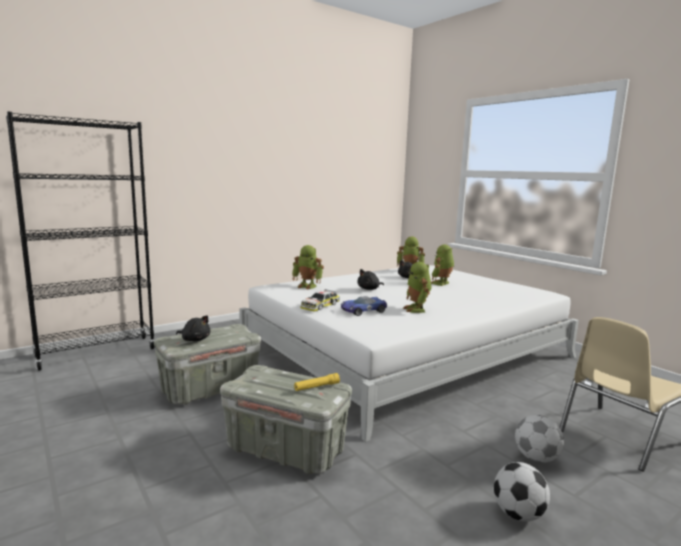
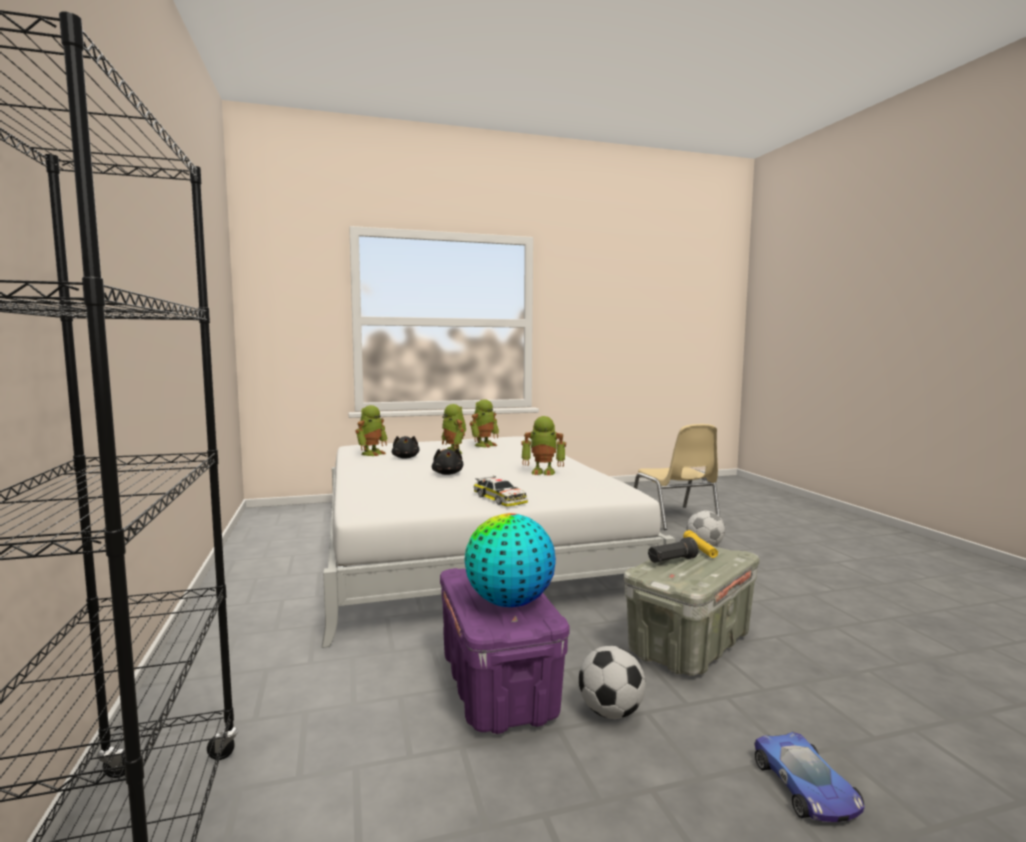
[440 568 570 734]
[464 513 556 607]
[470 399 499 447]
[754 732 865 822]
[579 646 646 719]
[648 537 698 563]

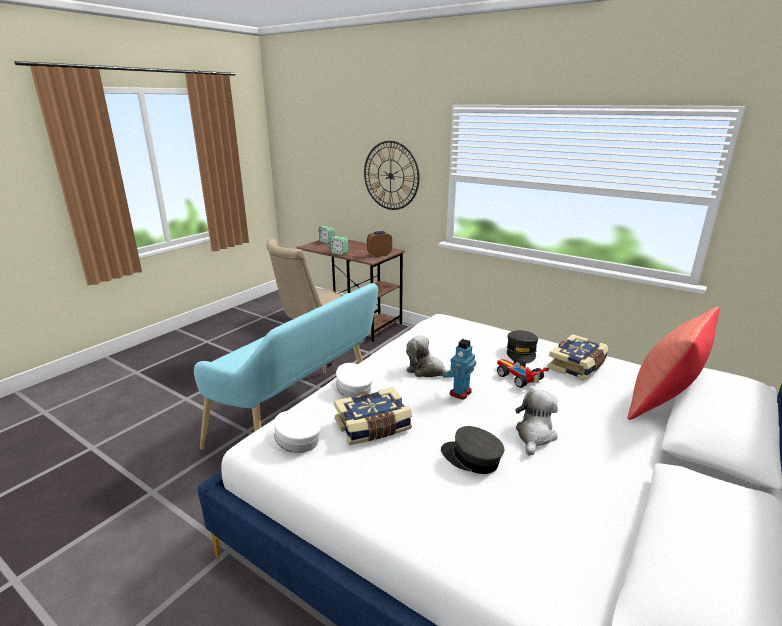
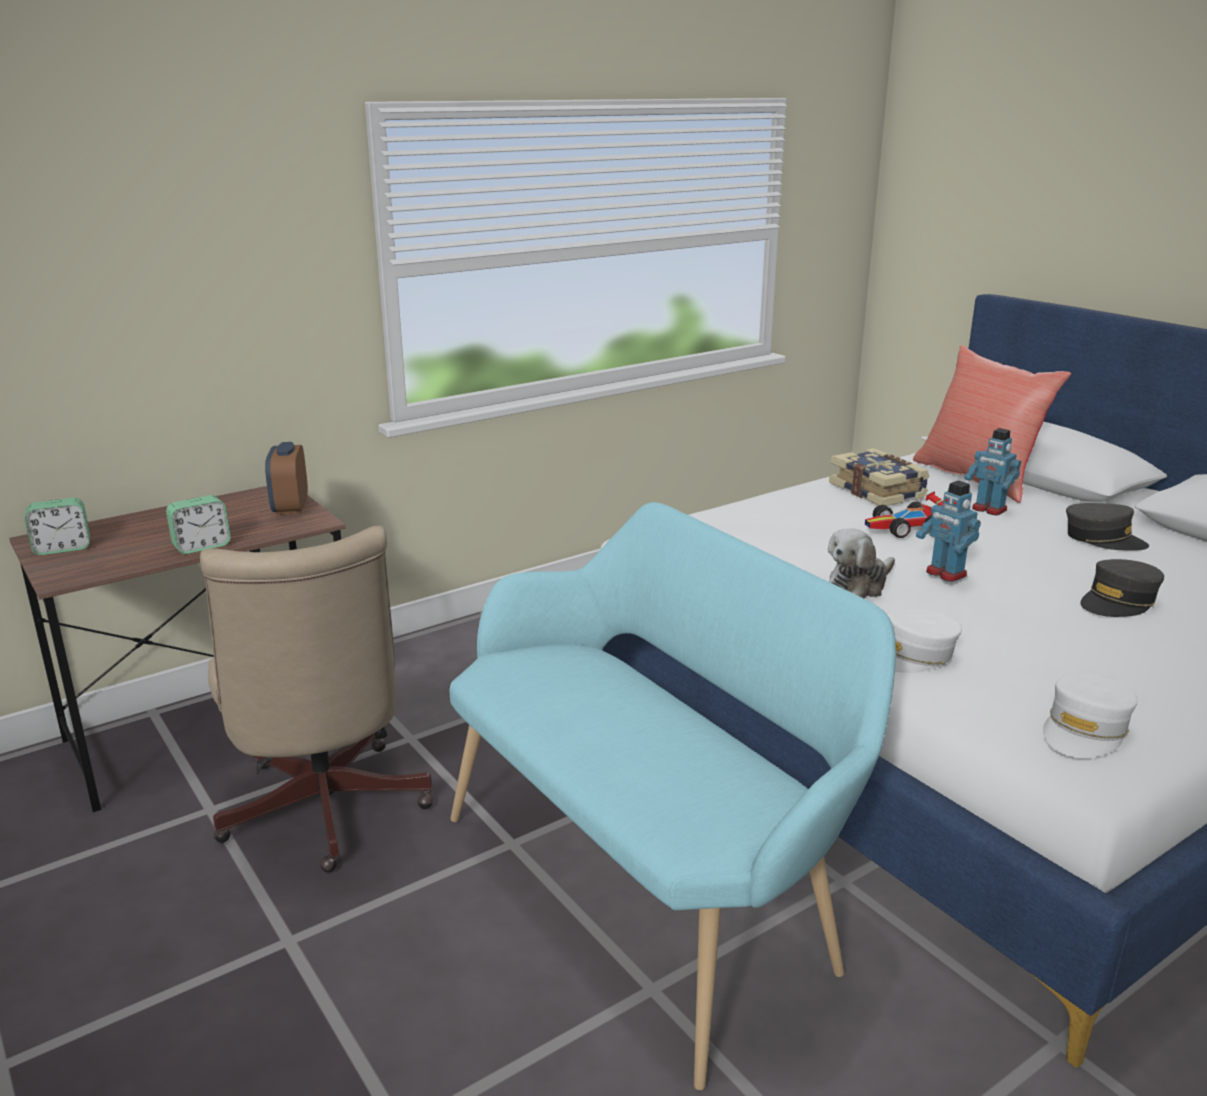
[334 387 412 445] (first image)
[364 141 419 210] (first image)
[1066 503 1149 551]
[515 390 558 456] (first image)
[965 428 1021 515]

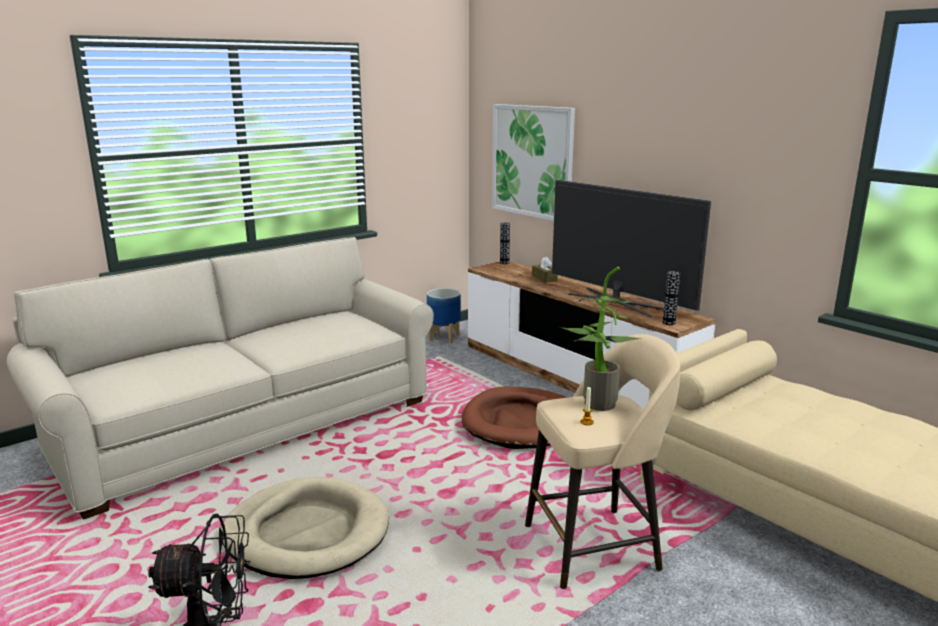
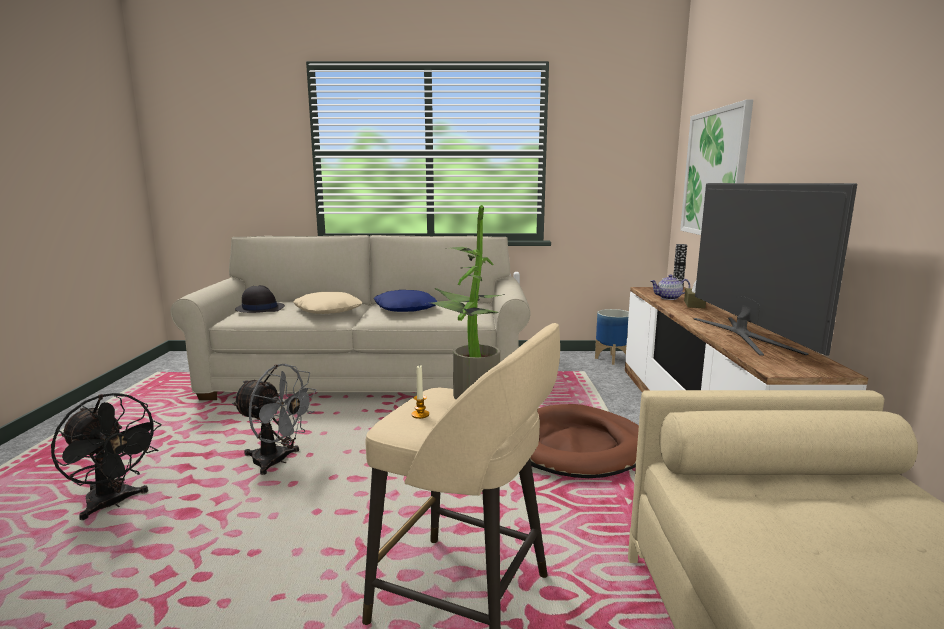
[232 364 317 475]
[663 271 680 325] (first image)
[235 285 285 313]
[293 292 362 314]
[374 290 438 312]
[651 274 690 300]

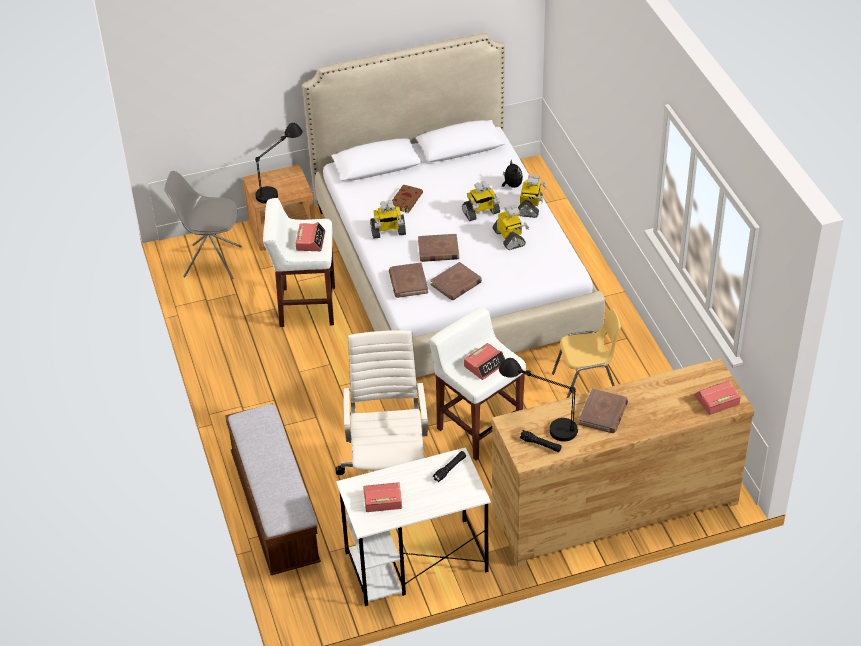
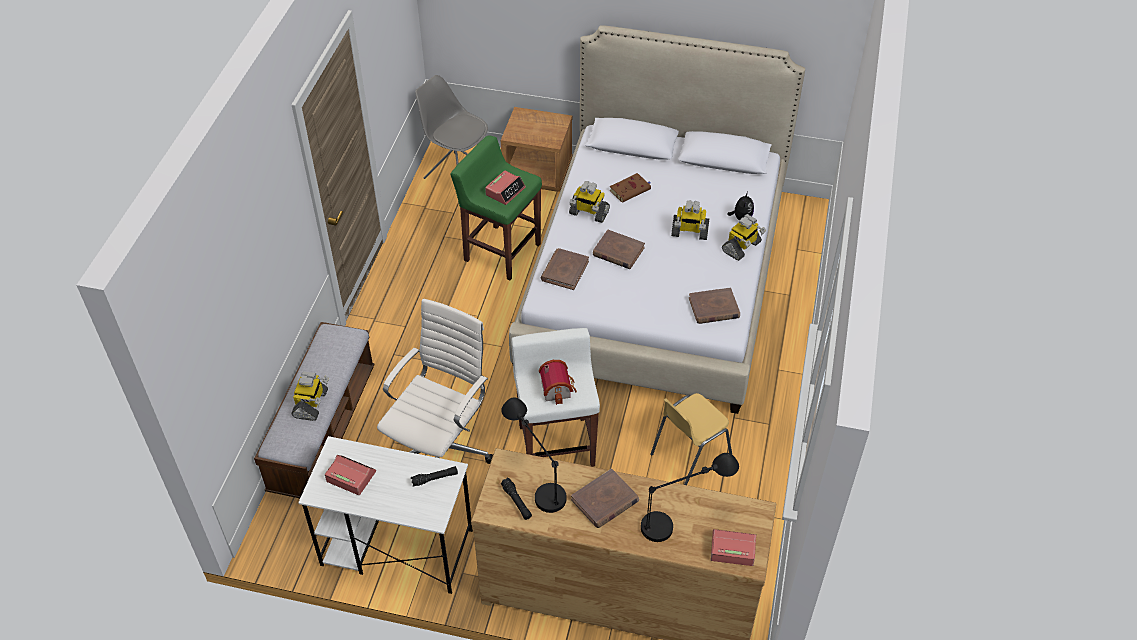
[641 453 739 542]
[451 135 542 280]
[689 288 740 324]
[539 360 577 405]
[292 371 329 421]
[650 393 732 485]

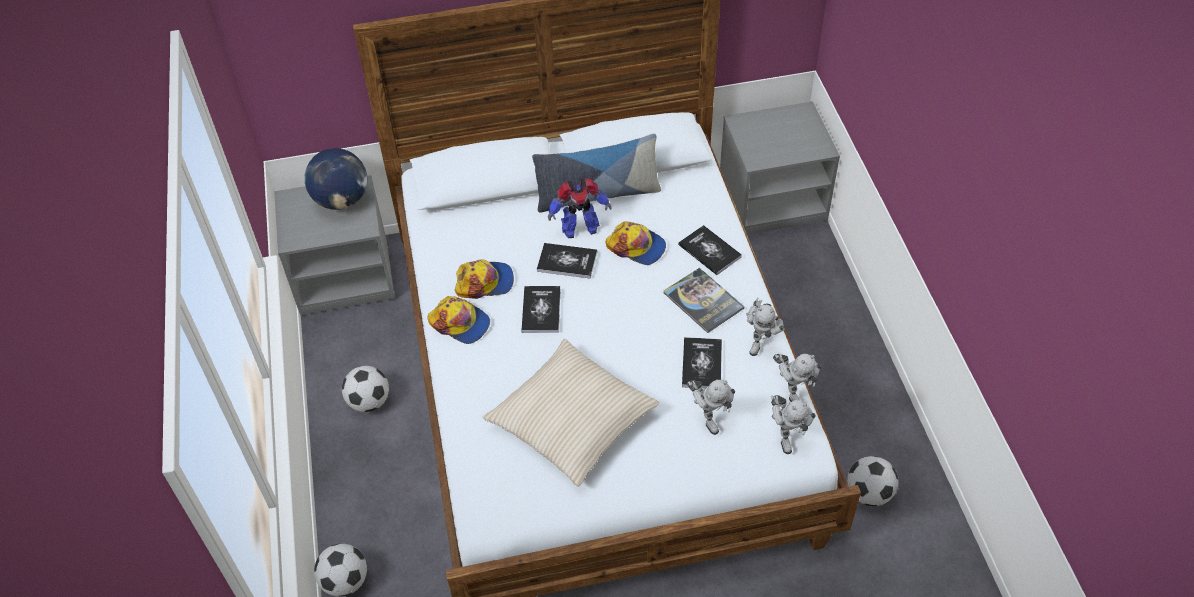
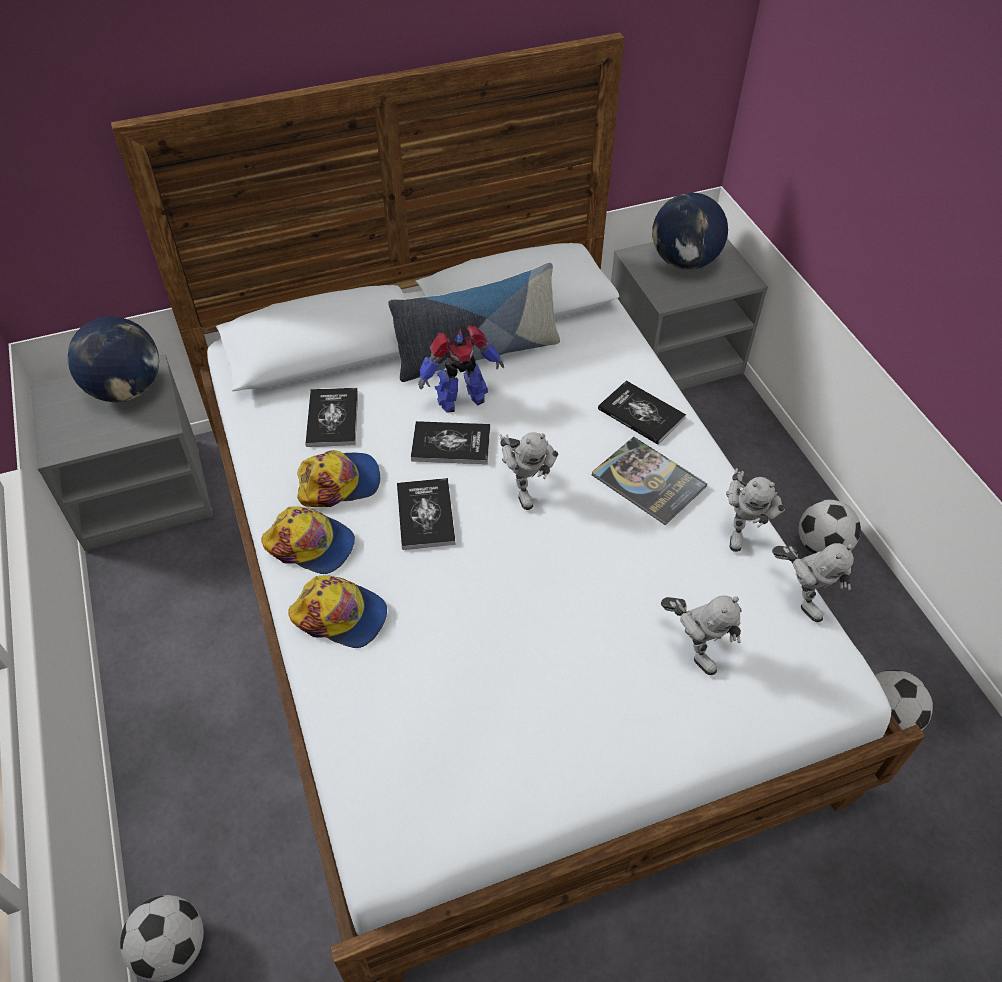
[799 500 861 554]
[482 339 659 487] (first image)
[288 576 387 648]
[305 388 358 447]
[499 432 559 510]
[652 193 728 270]

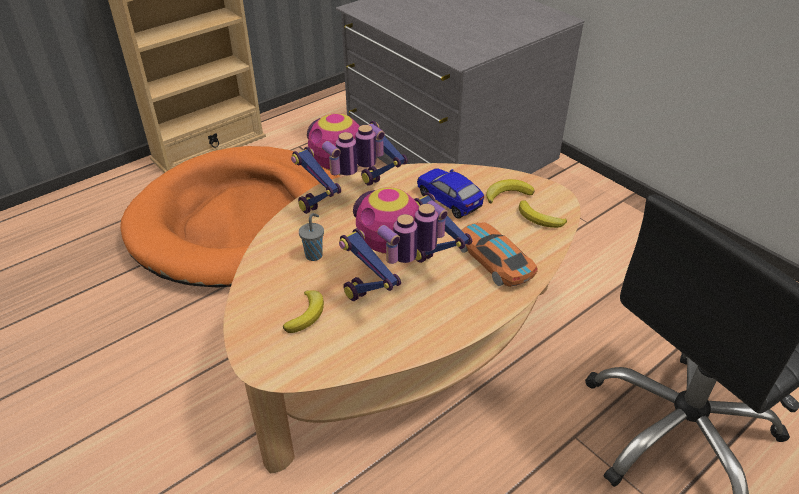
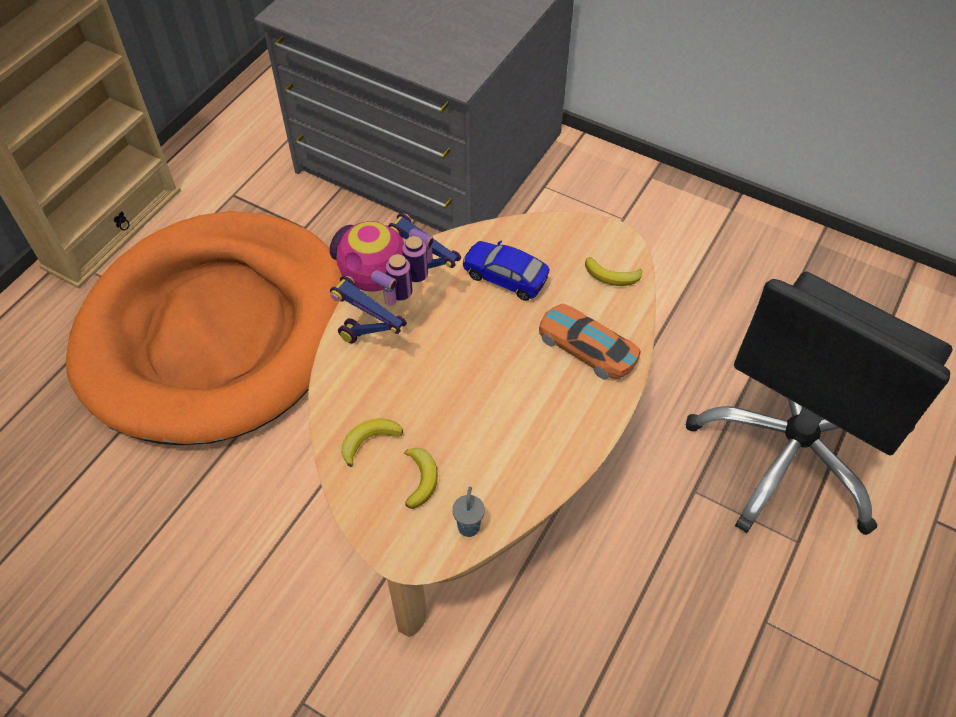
[452 486 485 537]
[339 187 472 301] (first image)
[342 419 403 467]

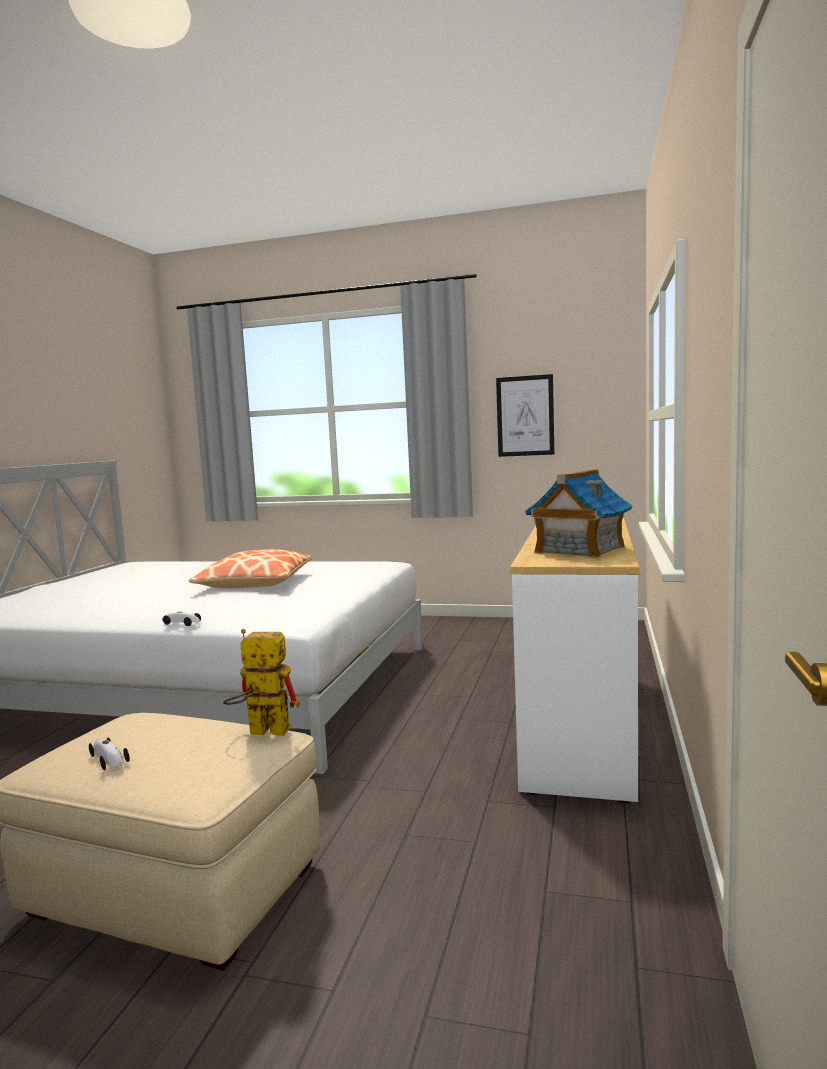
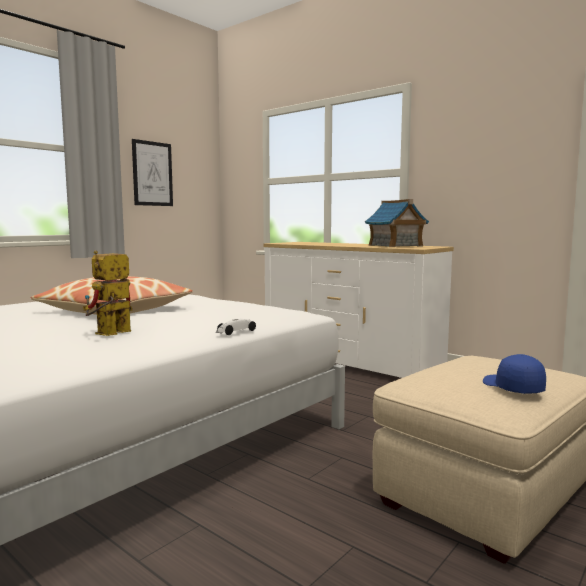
[483 354 546 394]
[83 250 132 336]

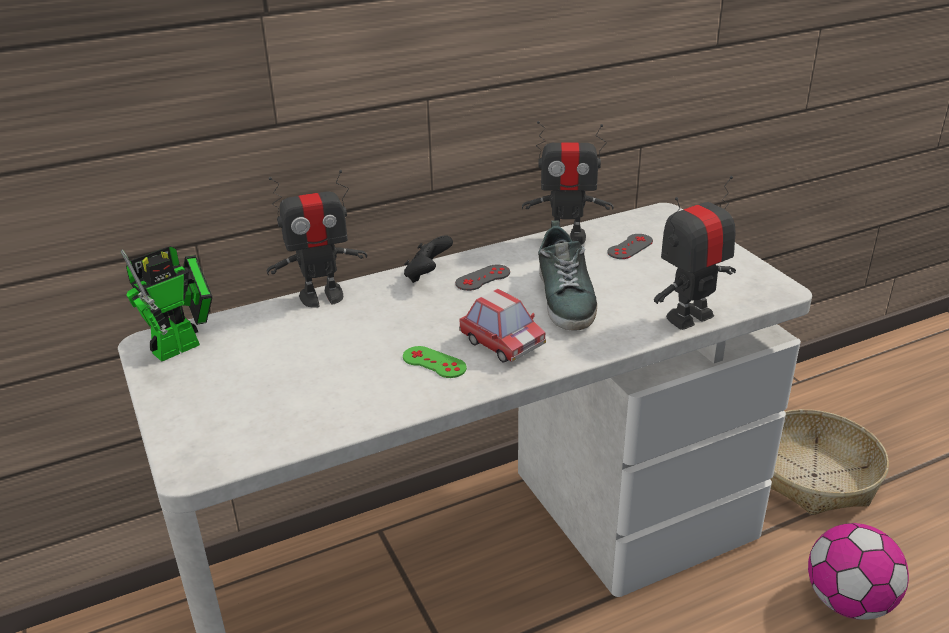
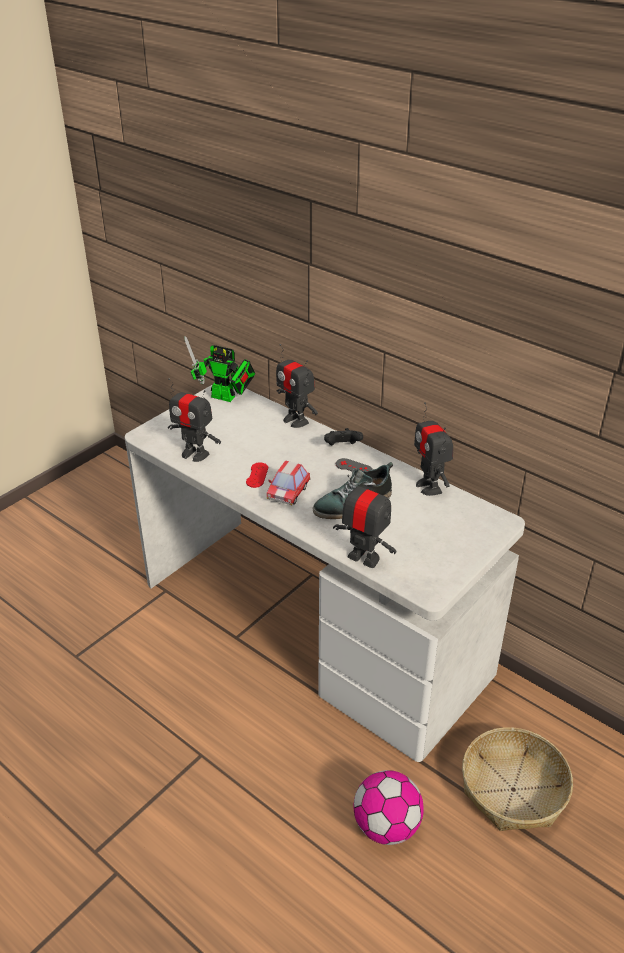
[246 462 268 488]
[607 234 653 259] (first image)
[168 378 221 462]

